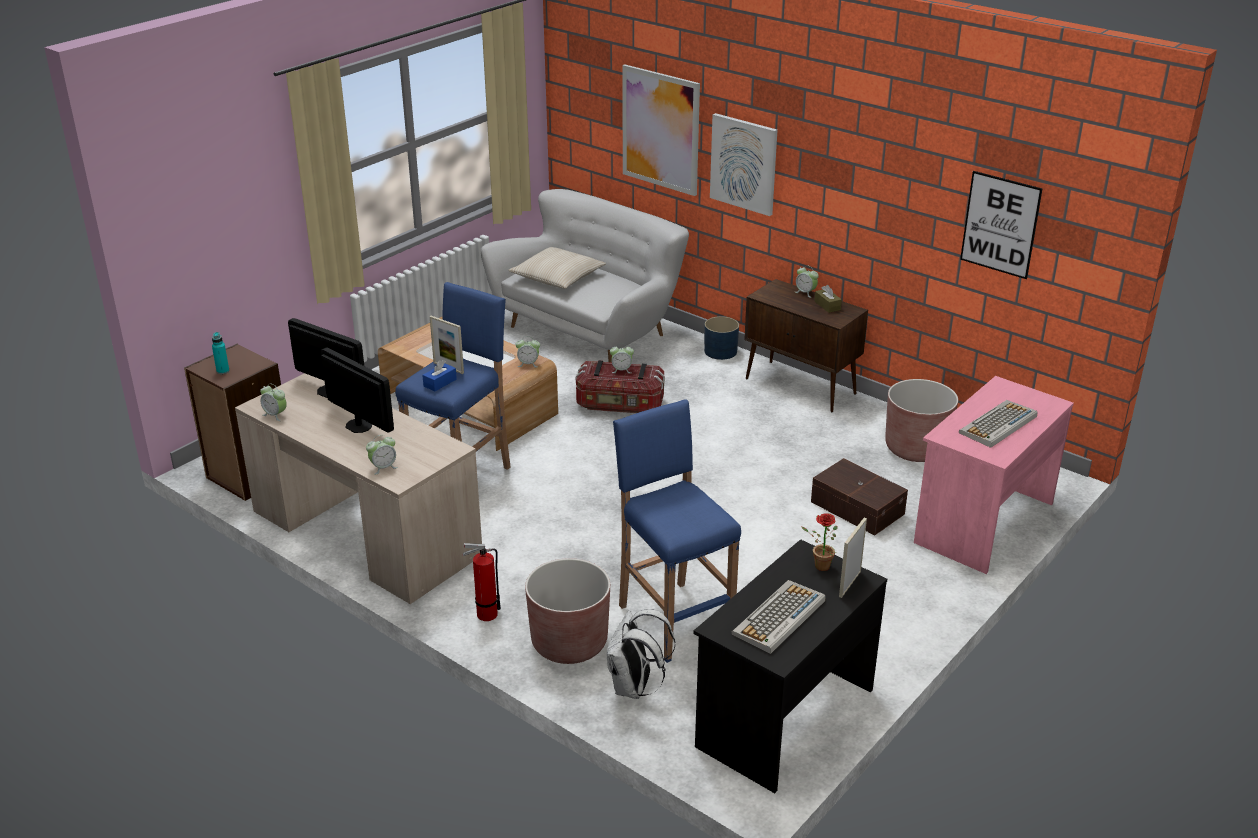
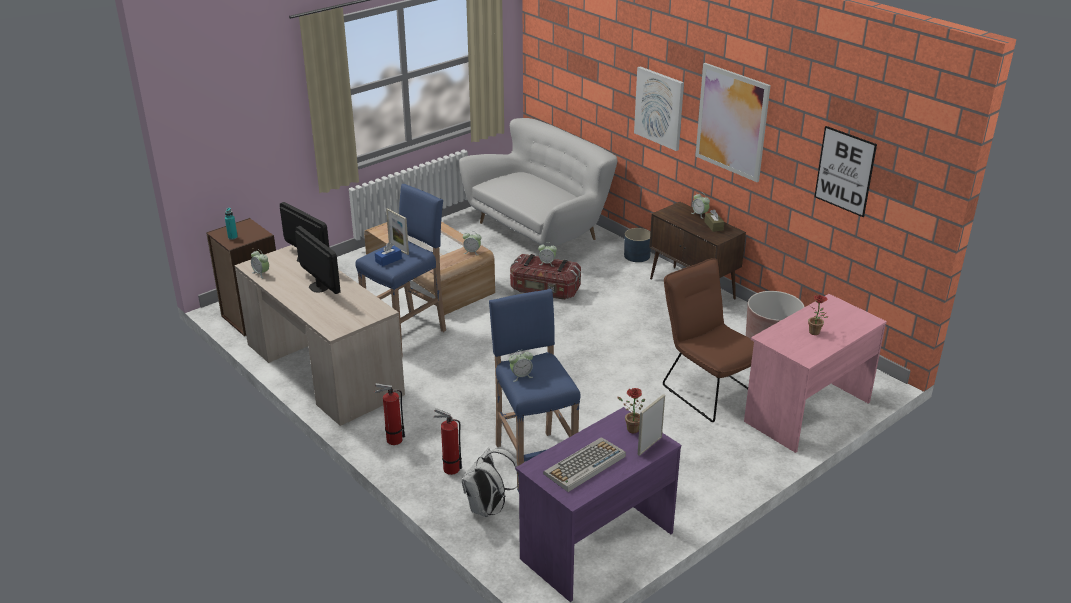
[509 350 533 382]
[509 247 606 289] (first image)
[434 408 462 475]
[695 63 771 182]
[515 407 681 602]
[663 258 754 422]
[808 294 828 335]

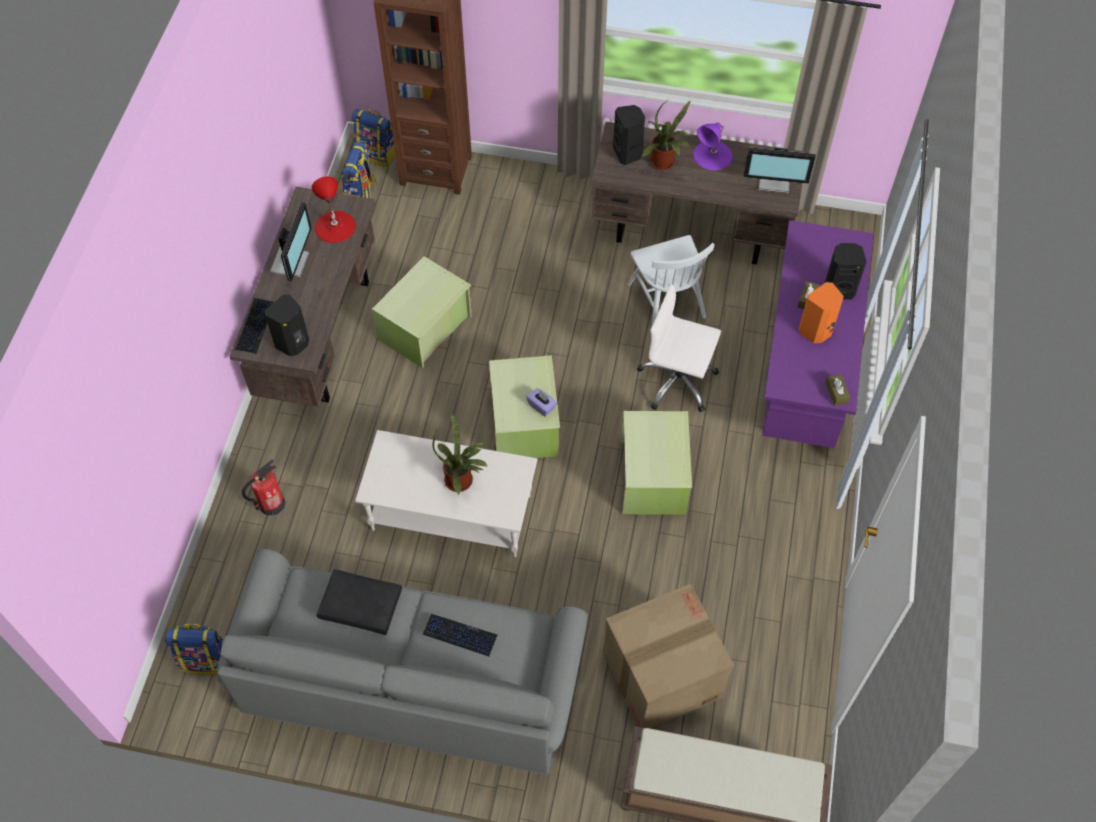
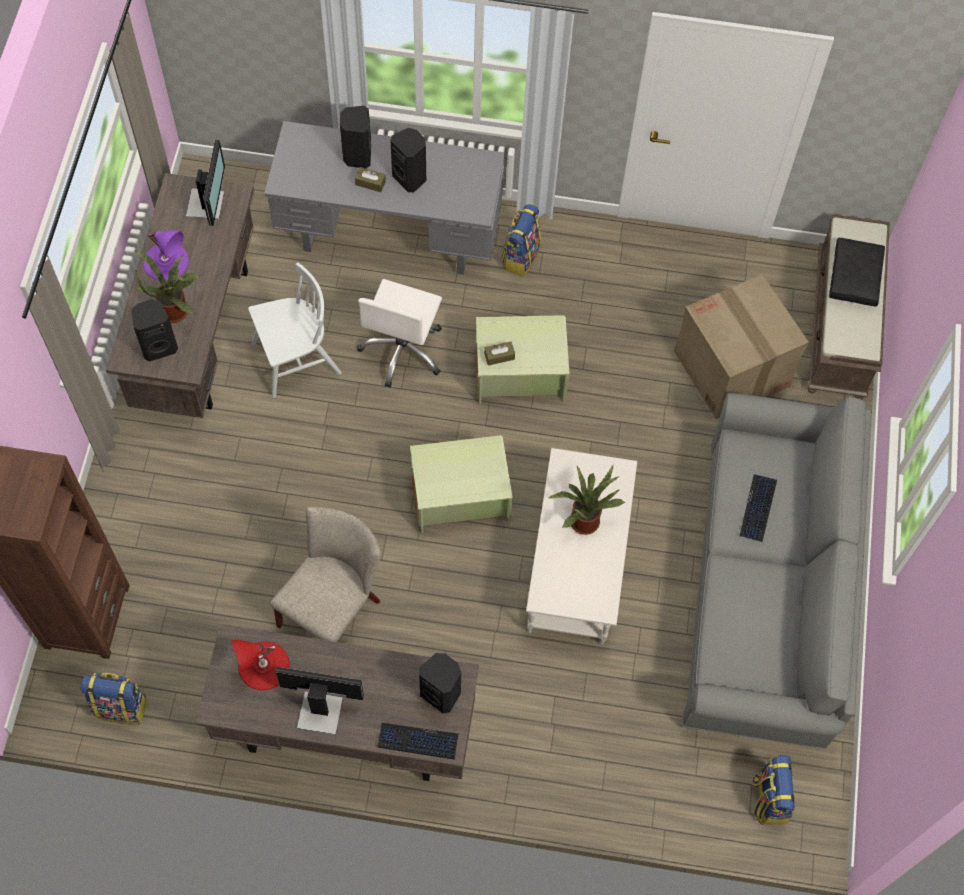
[242 459 285 516] (first image)
[829 238 885 306]
[501 204 541 277]
[270 506 381 642]
[526 388 557 417] (first image)
[264 121 505 274]
[390 128 426 192]
[484 342 515 366]

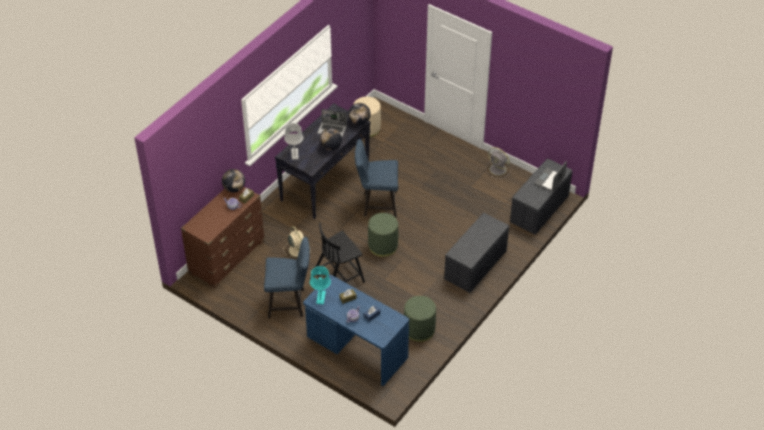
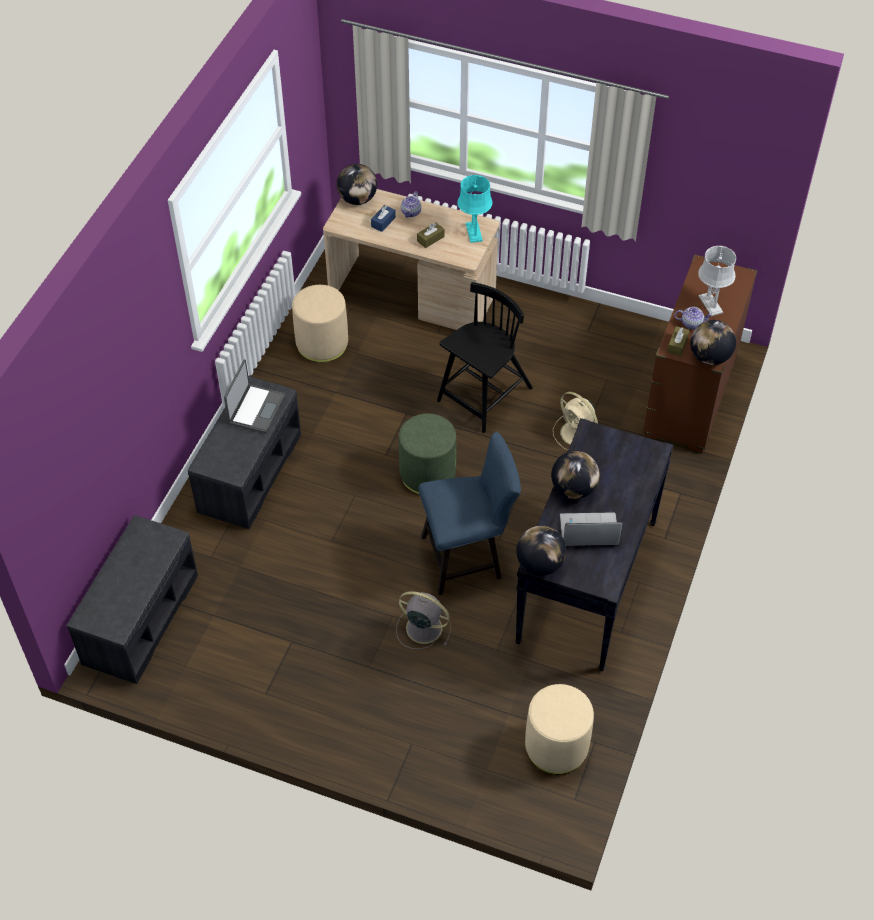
[264 237 310 318] (first image)
[698 246 736 316]
[323 189 500 330]
[292 285 348 363]
[396 591 451 649]
[224 359 285 433]
[337 164 377 205]

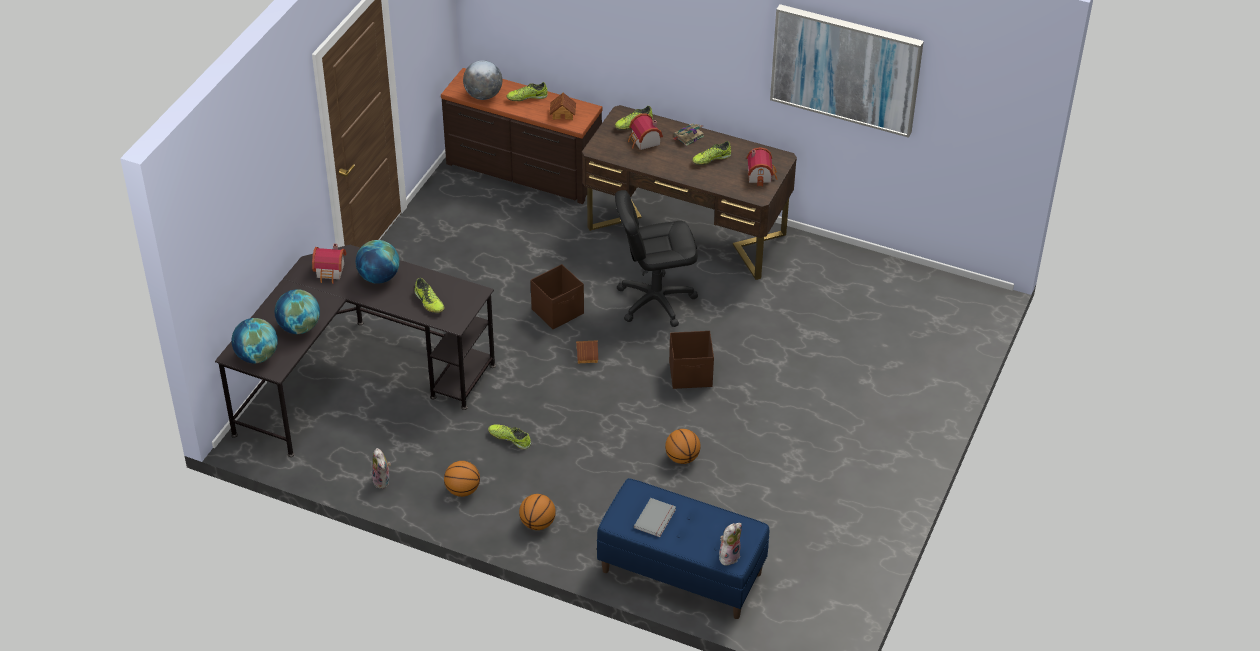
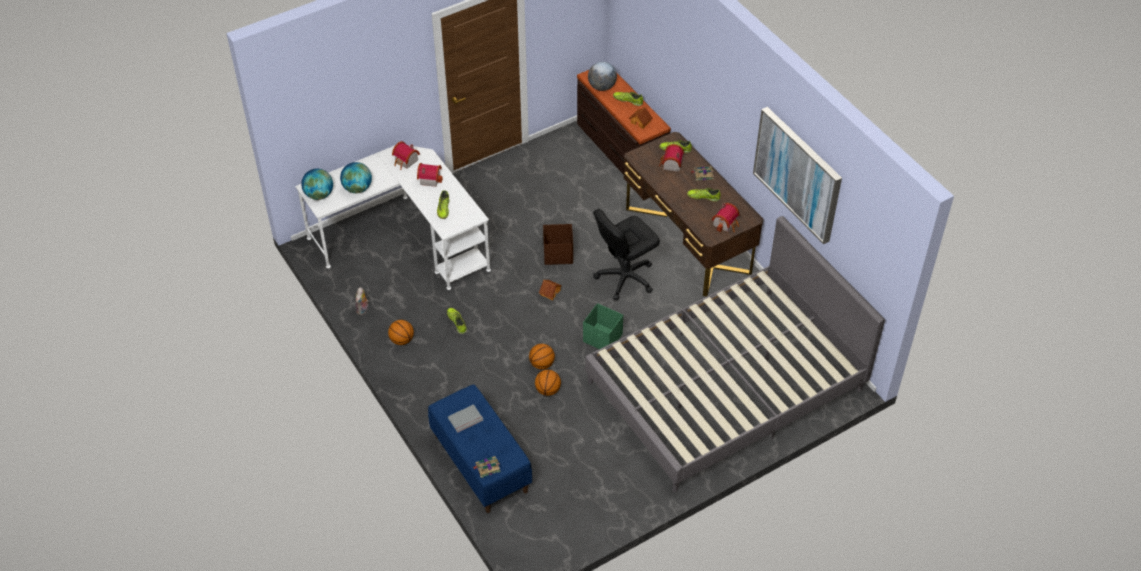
[295 145 491 290]
[417 163 443 187]
[529 344 555 369]
[593 209 660 300]
[583 303 623 349]
[472 456 501 478]
[585 216 885 492]

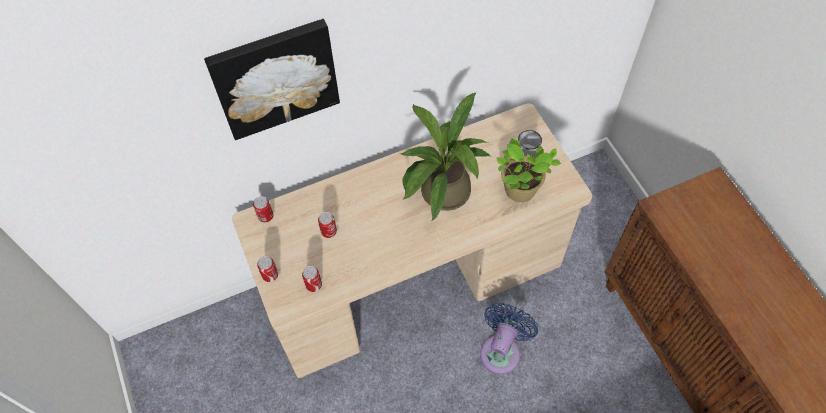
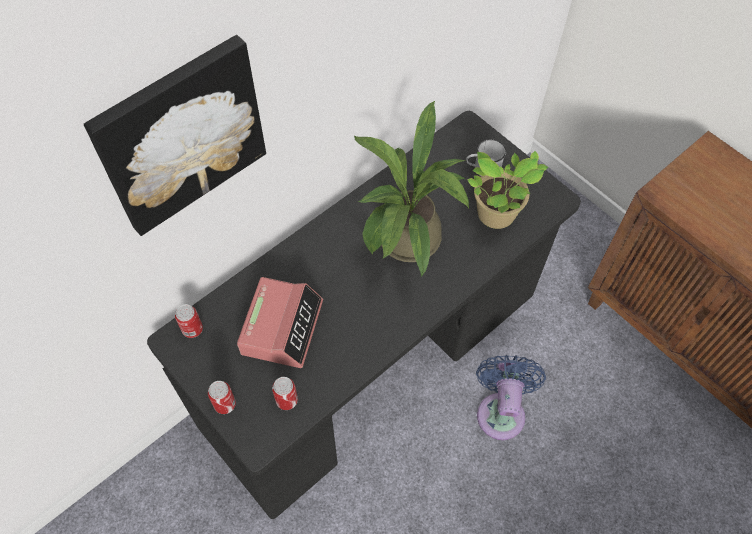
[147 111 581 519]
[237 277 323 368]

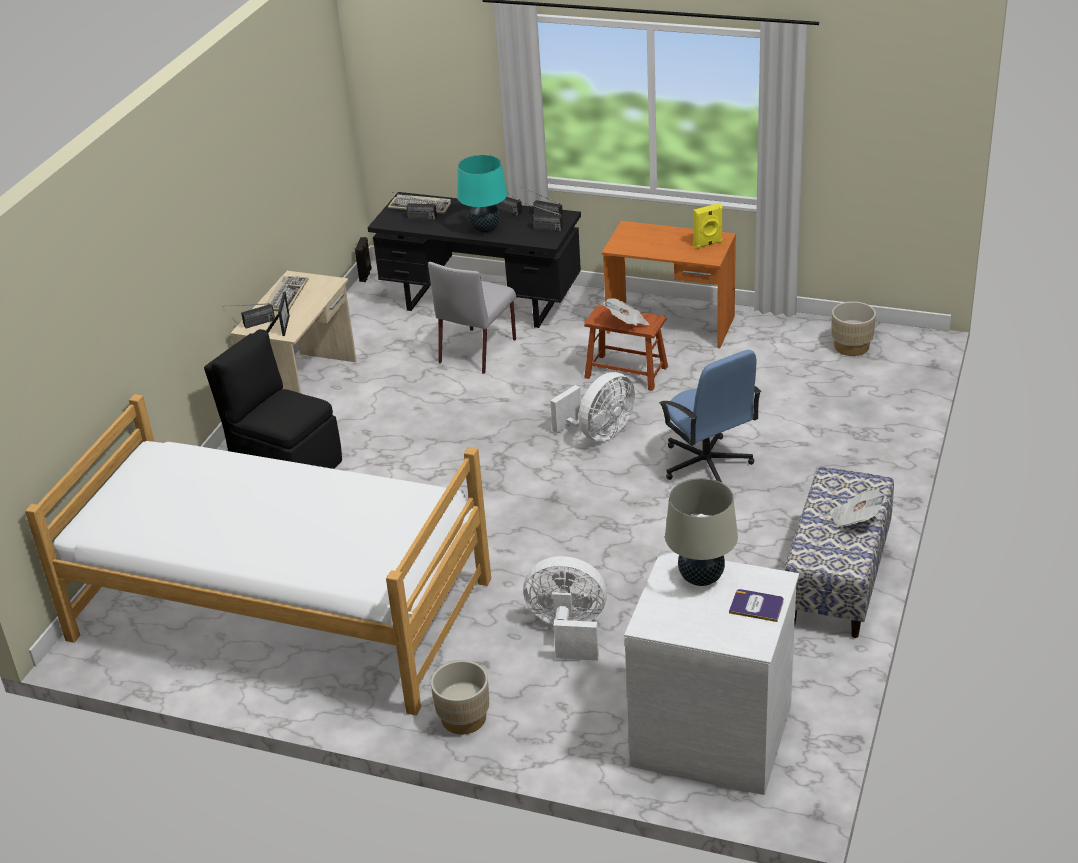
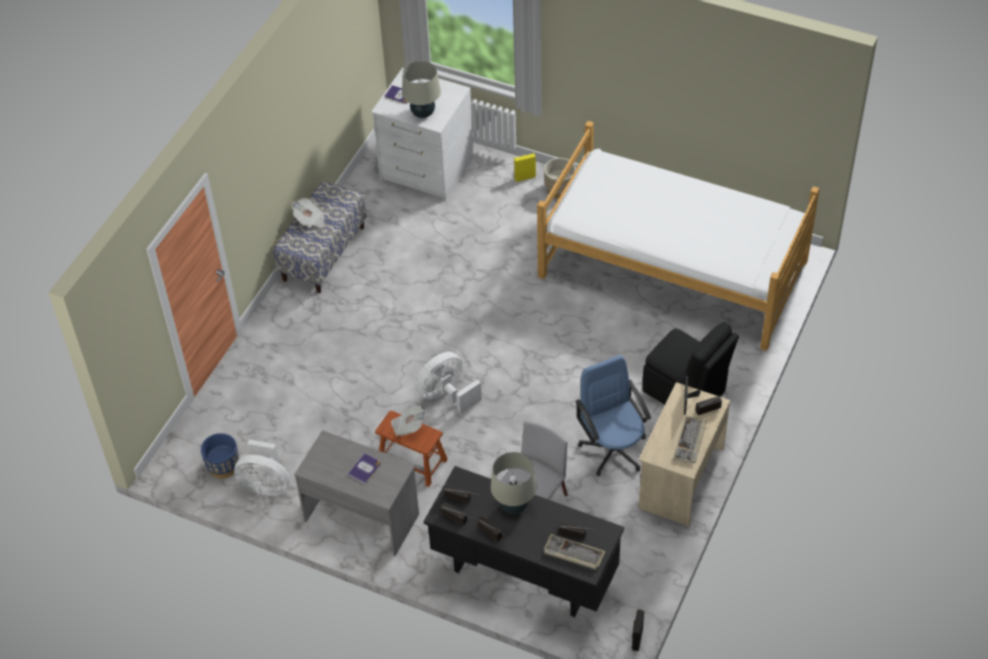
[490 452 537 514]
[234 440 290 496]
[294 430 419 556]
[575 355 651 476]
[514 153 536 182]
[201 433 239 479]
[348 453 381 483]

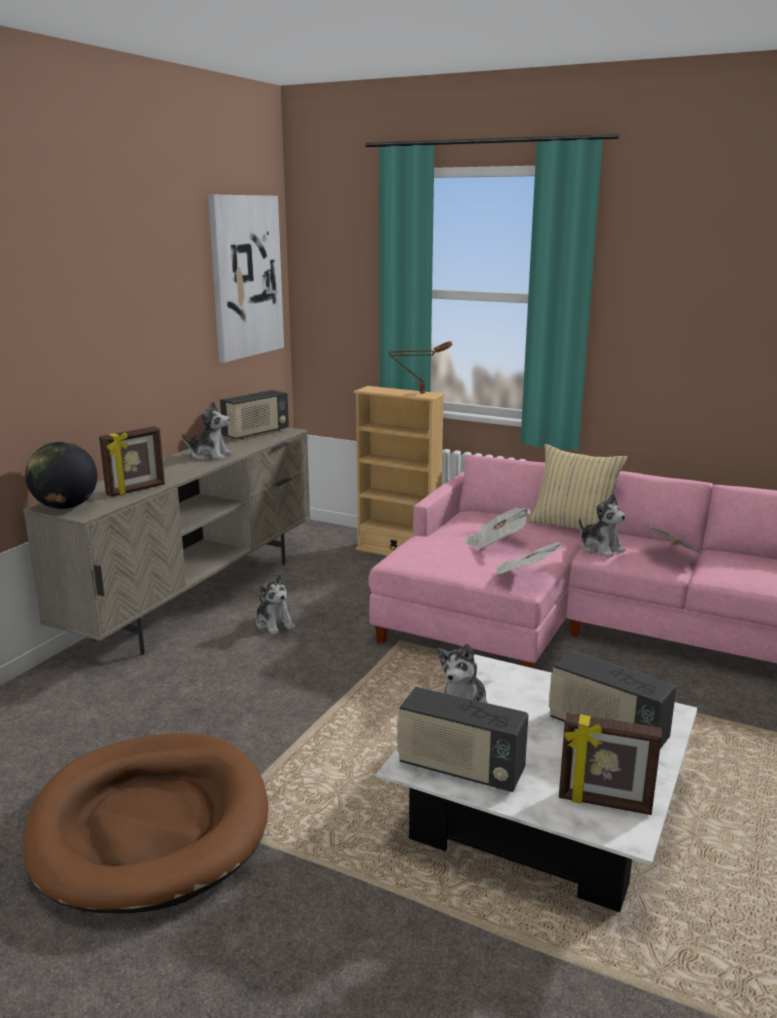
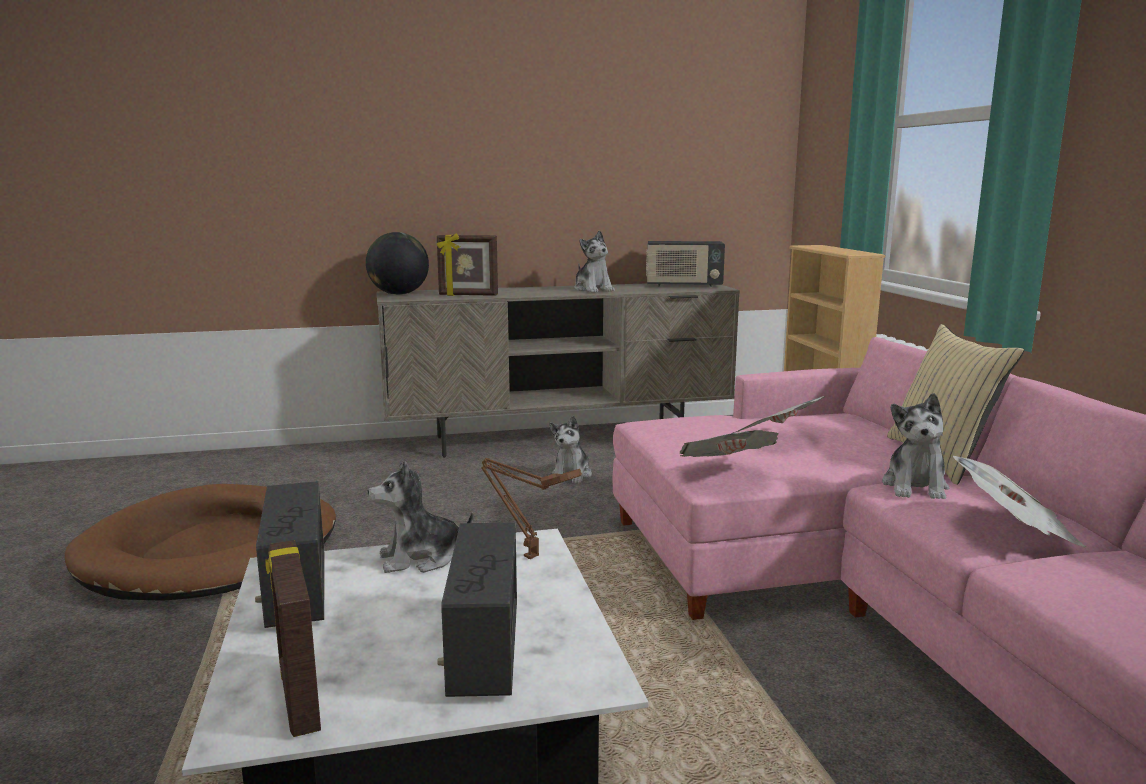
[208 195 284 363] (first image)
[482 458 582 559]

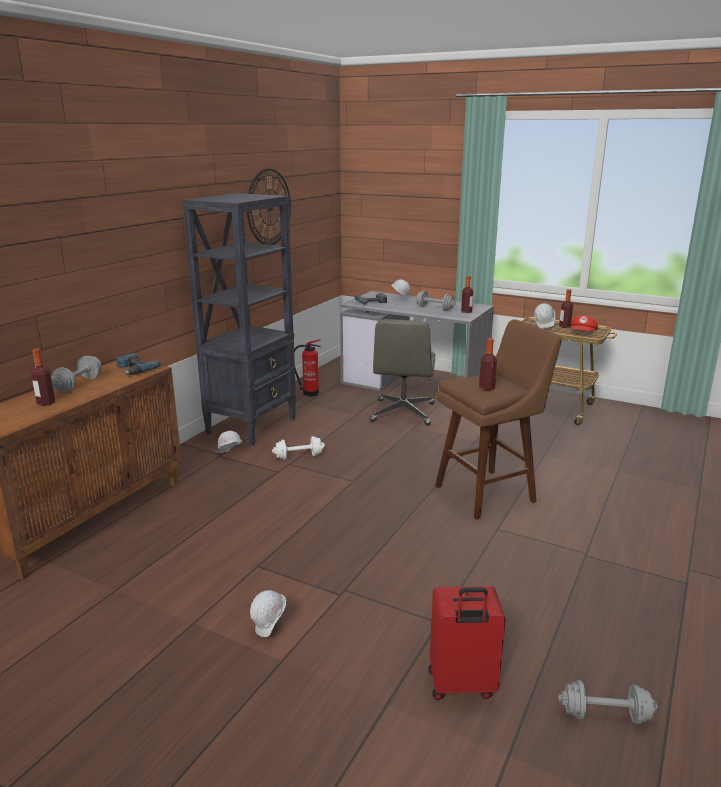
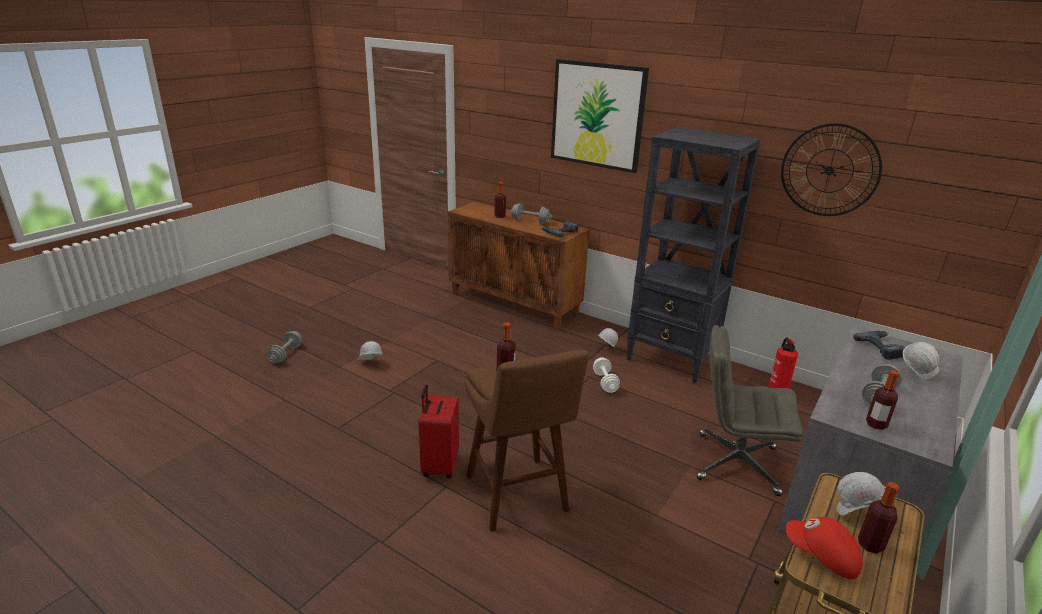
[418 385 459 478]
[267 331 302 363]
[551 59 649 173]

